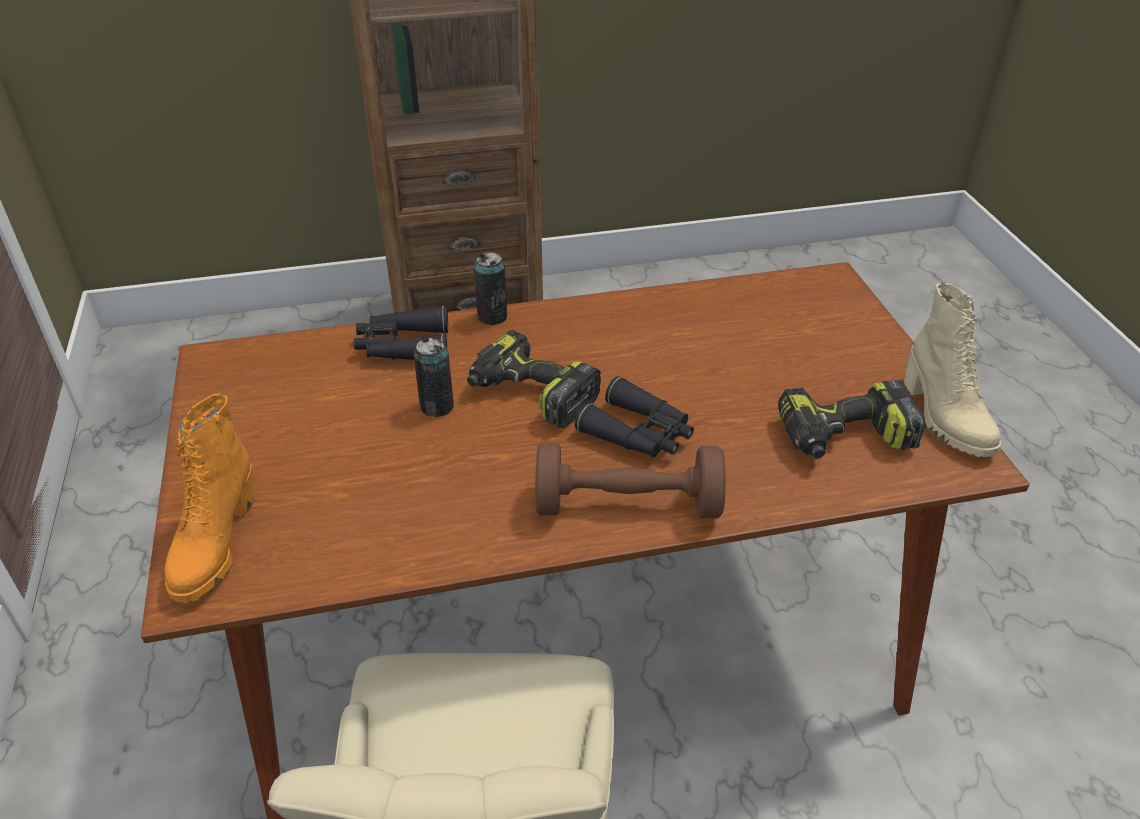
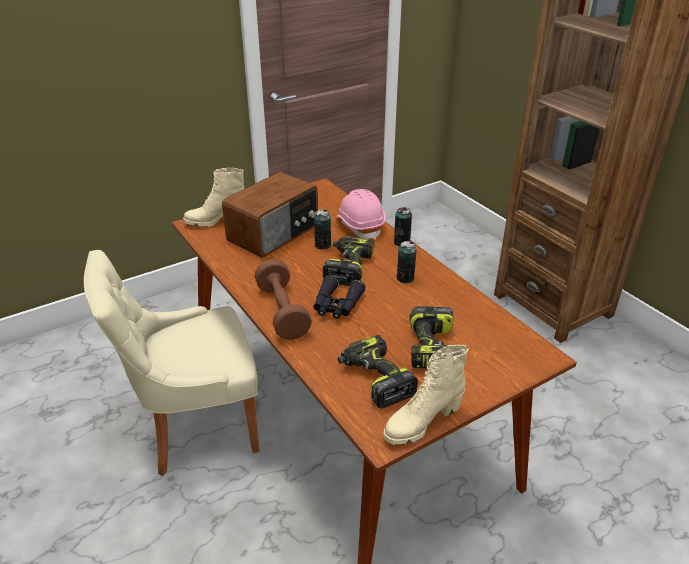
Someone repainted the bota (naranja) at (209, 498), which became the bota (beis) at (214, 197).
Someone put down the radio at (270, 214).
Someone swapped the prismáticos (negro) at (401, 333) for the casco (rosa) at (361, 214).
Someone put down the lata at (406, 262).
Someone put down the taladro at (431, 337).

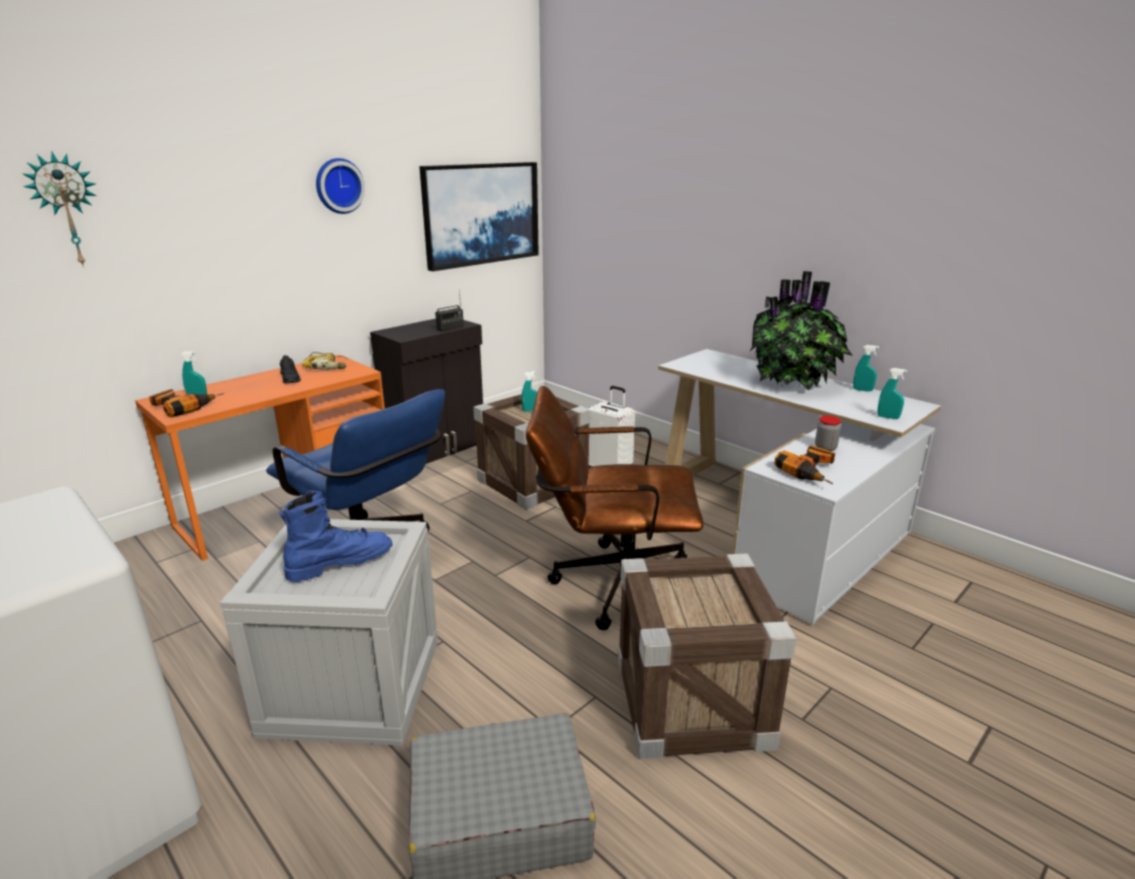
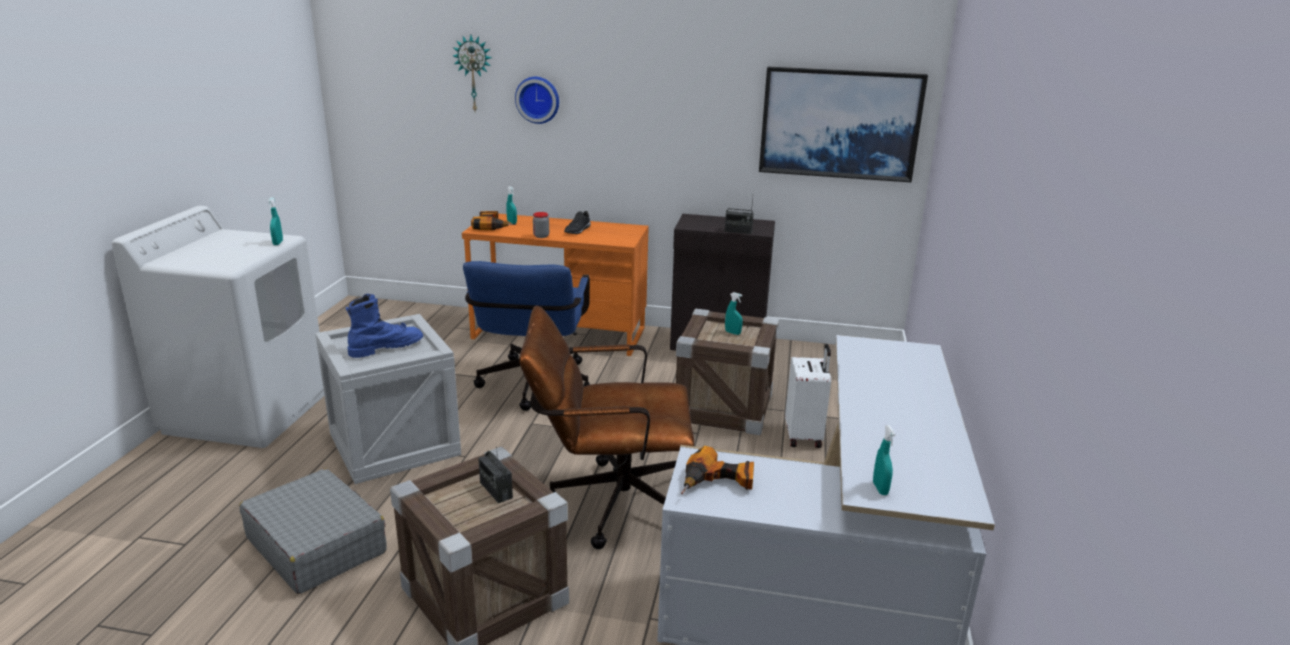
Someone carried the pulverizador (turquesa) from (866, 368) to (275, 221).
Someone rotated the bota (azul) at (335, 536) by 60 degrees counterclockwise.
Someone put down the radio at (495, 474).
Someone carried the reloj de pared from (340, 186) to (537, 100).
Someone rotated the silla de oficina (marrón) at (614, 508) by 60 degrees counterclockwise.
Someone carried the tarro from (828, 433) to (541, 225).
Someone took away the taladro at (325, 361).
Someone took away the planta en maceta at (801, 330).

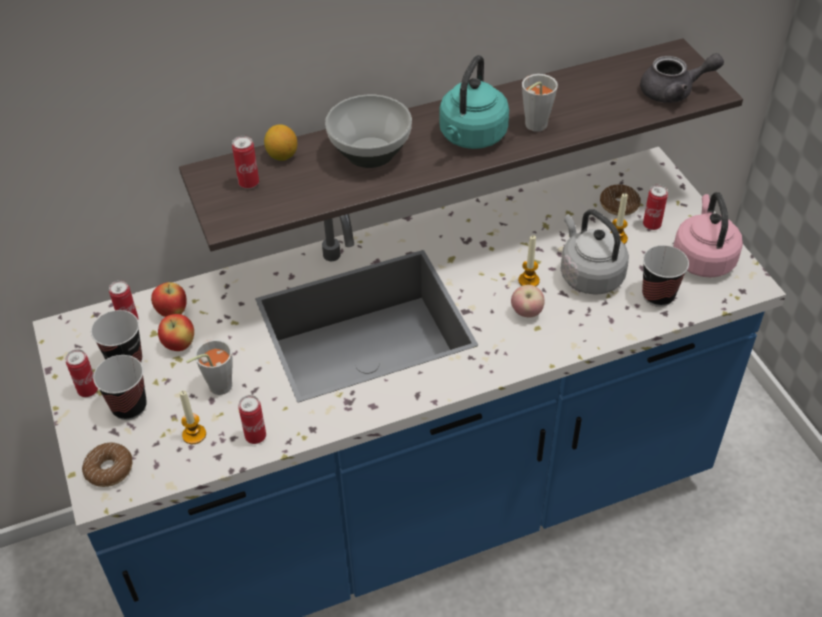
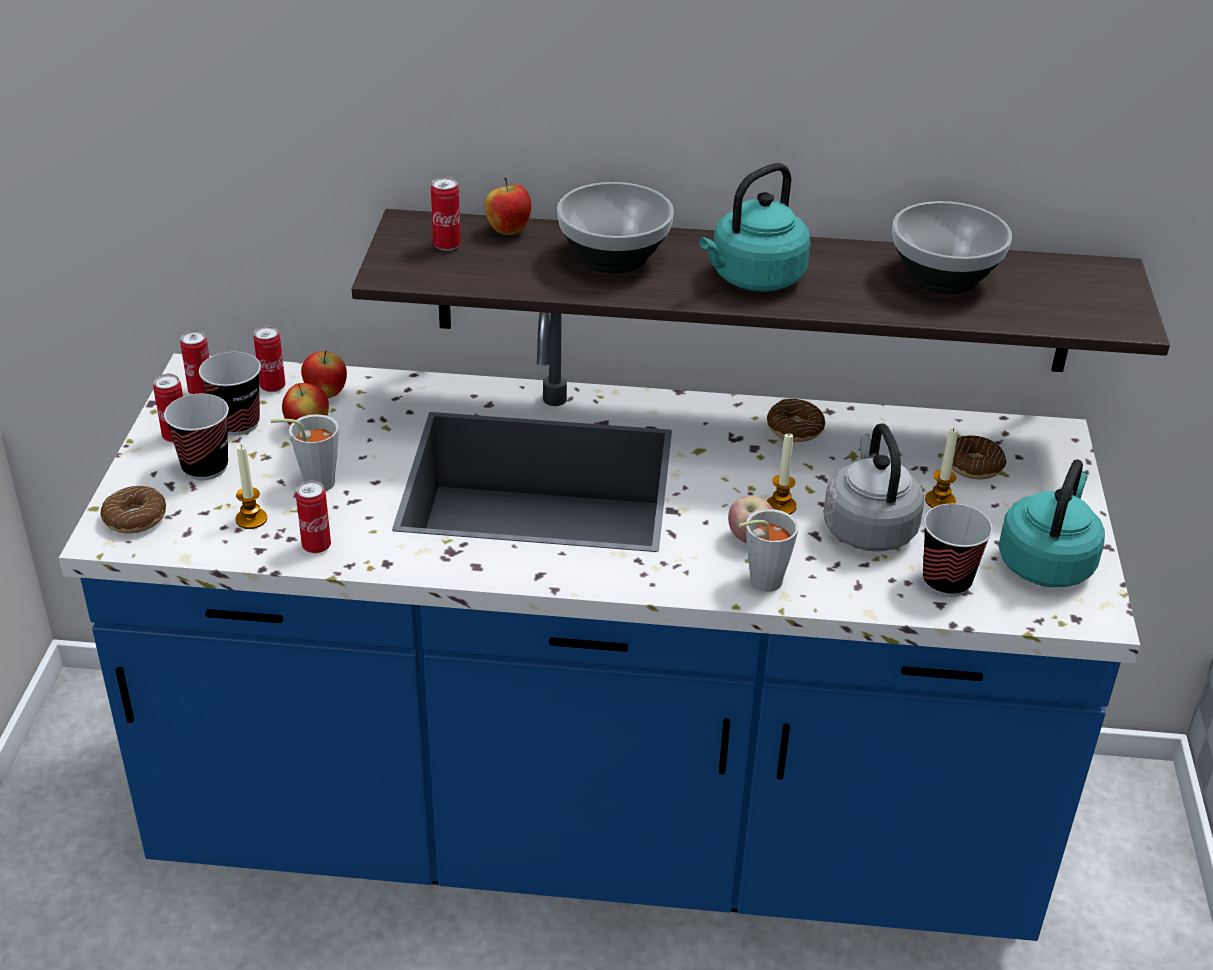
Someone carried the lata from (655, 207) to (195, 362).
Someone swapped the limón at (280, 142) for the manzana at (508, 206).
Someone carried the taza (gris) from (540, 103) to (768, 550).
Someone put down the rosquilla at (796, 420).
Someone put down the cuenco at (952, 247).
Someone repainted the hervidor (rosa) at (708, 235), which became the hervidor (turquesa) at (1052, 523).
Someone took away the tetera (gris) at (682, 78).

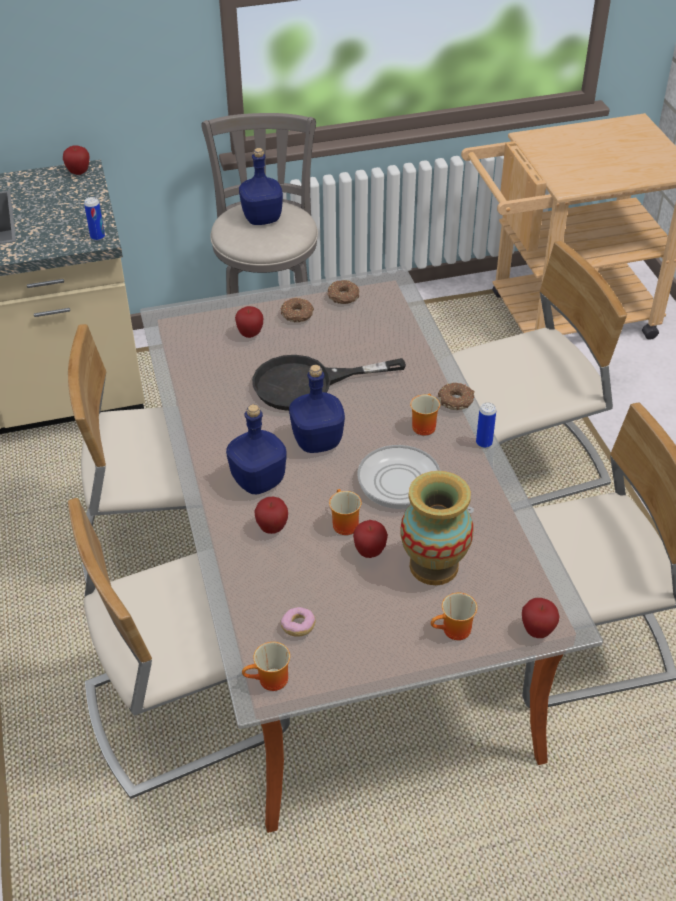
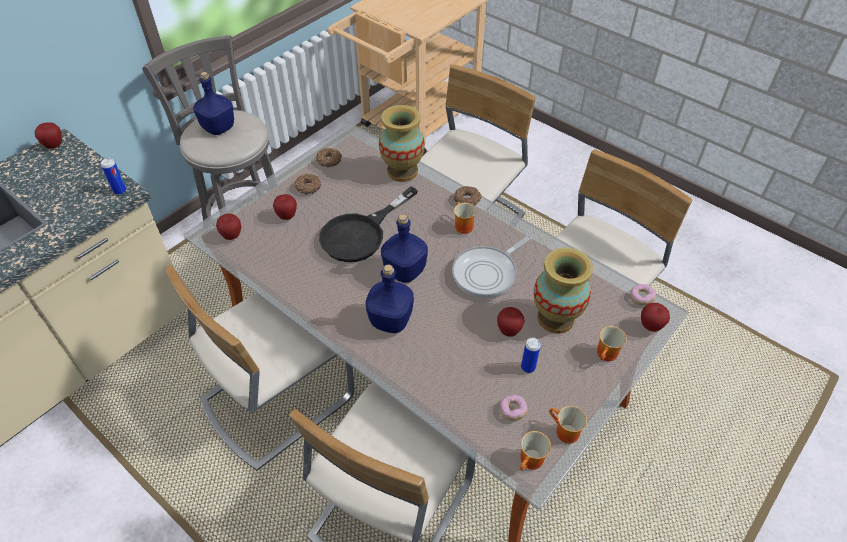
Someone carried the manzana from (271, 515) to (228, 226).
Someone put down the florero at (402, 143).
Someone rotated the sartén at (415, 479) by 45 degrees counterclockwise.
Someone carried the lata from (486, 425) to (531, 355).
Someone carried the taza grande from (345, 512) to (568, 425).
Someone put down the rosquilla at (643, 294).

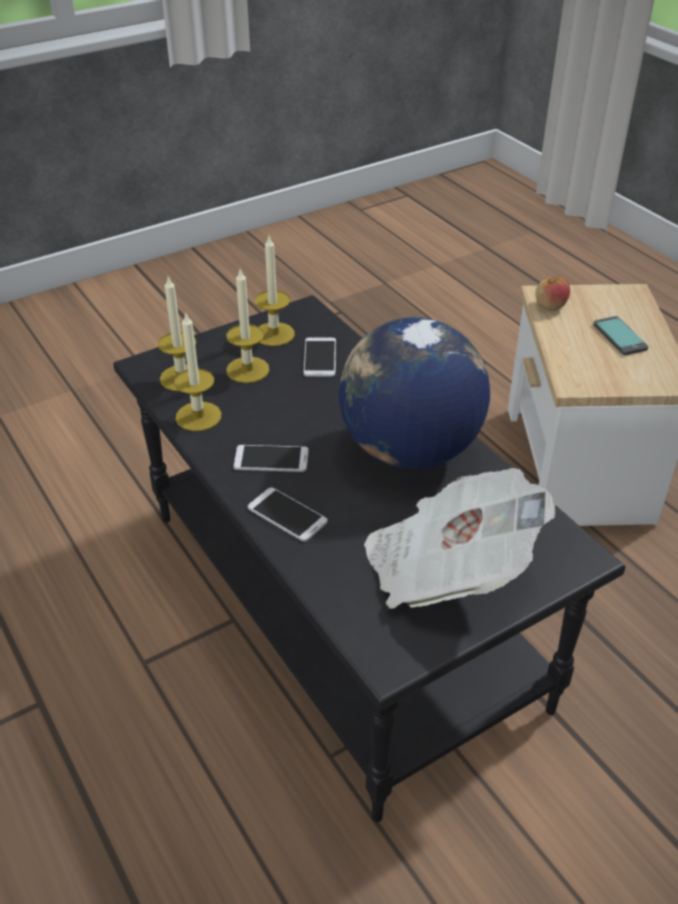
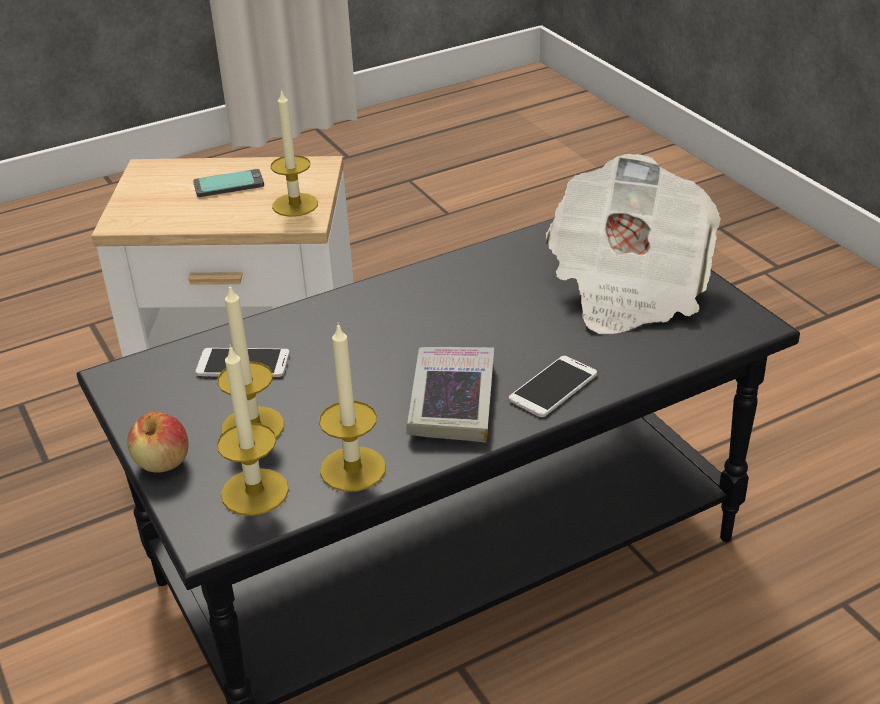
Someone carried the manzana from (553, 294) to (158, 442).
Someone carried the vela from (275, 291) to (294, 153).
Someone swapped the móvil at (271, 458) for the libro at (450, 395).
Someone took away the globo terráqueo at (414, 393).

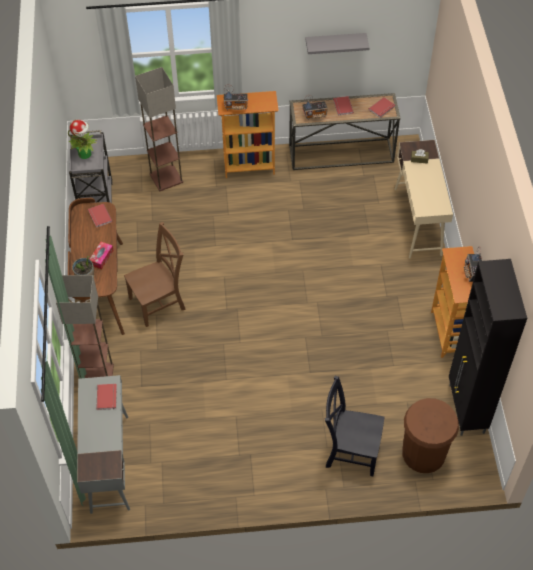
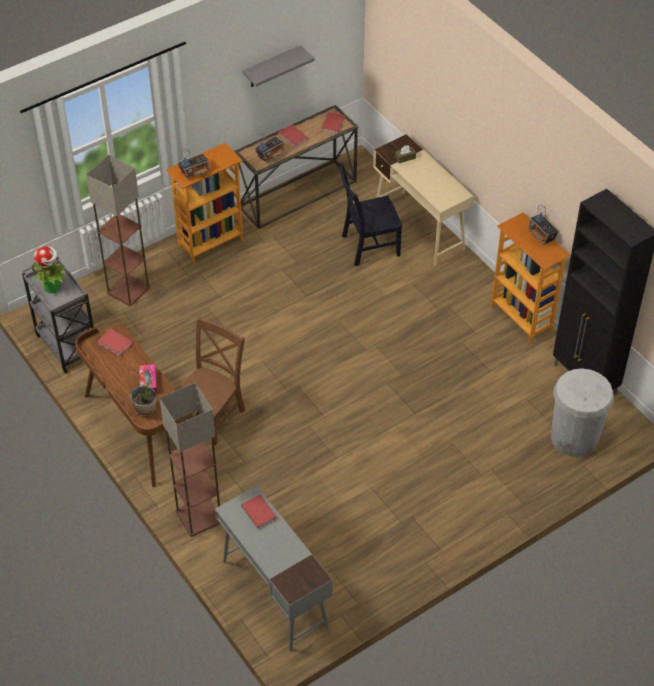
Someone carried the silla (negro) from (355, 425) to (370, 214).
Someone repainted the papelera (marrón) at (430, 435), which became the papelera (blanco) at (582, 412).

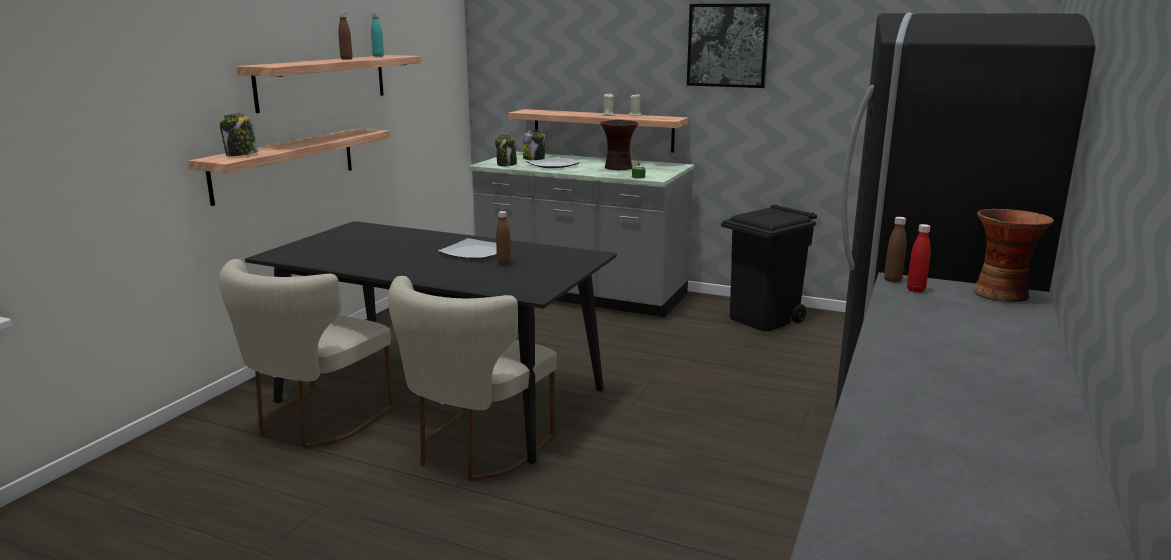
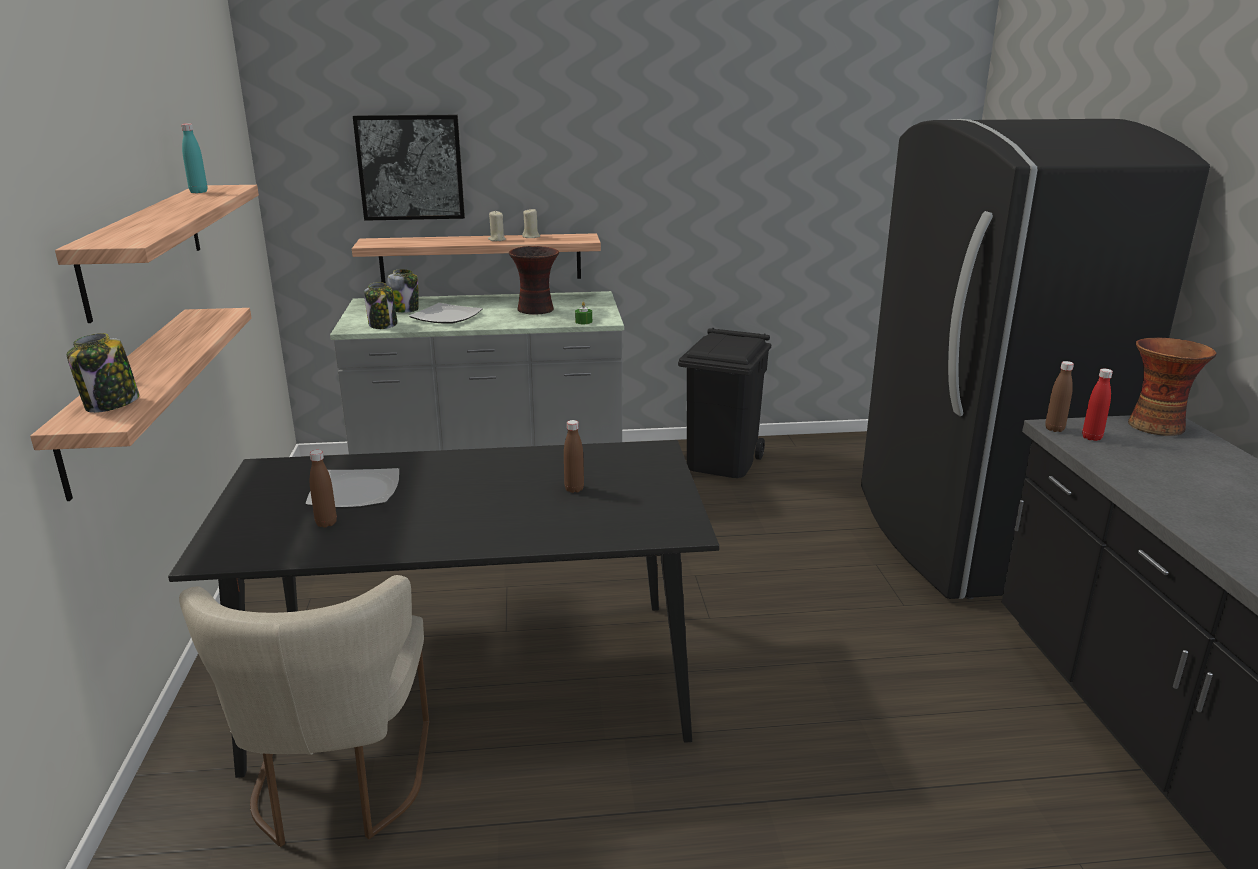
Someone carried the plato from (467, 248) to (352, 488).
Someone carried the botella (marrón) from (345, 36) to (323, 489).
Someone carried the cuadro from (729, 46) to (409, 168).
Someone took away the silla (beis) at (472, 378).

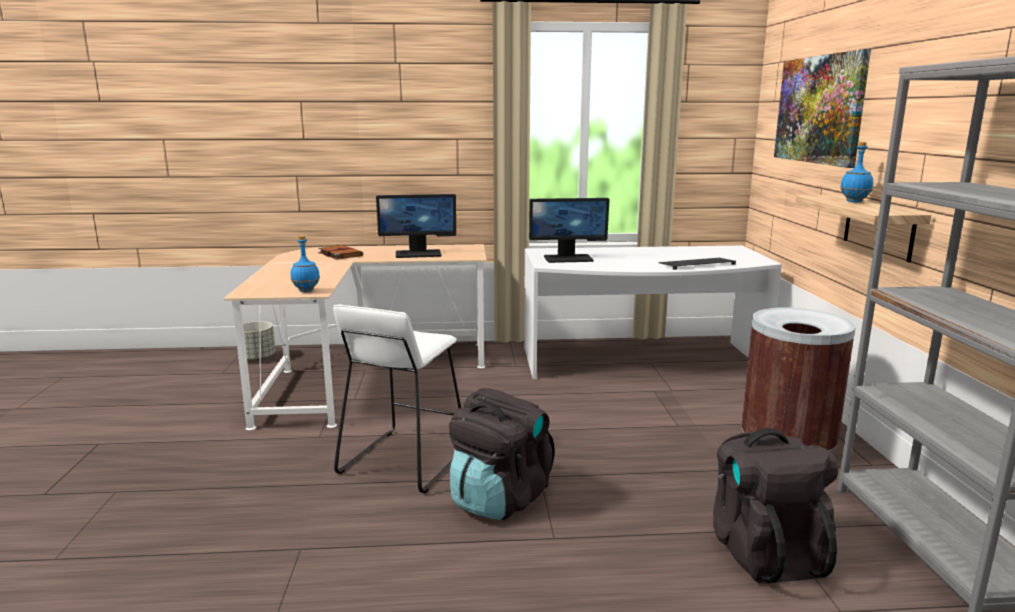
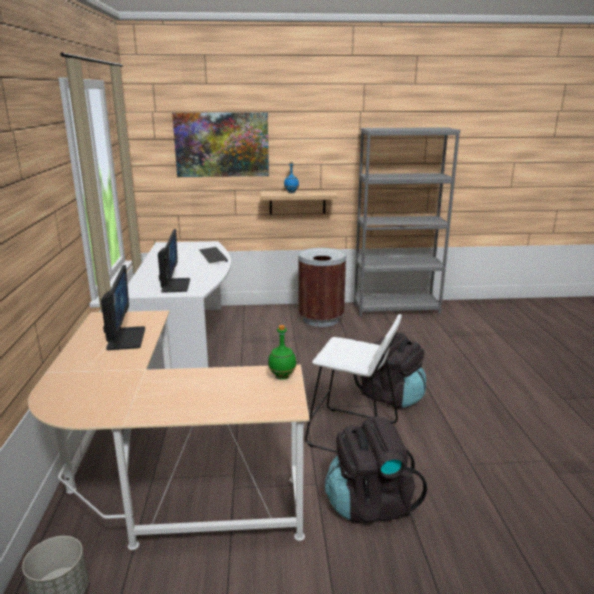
Someone repainted the botella (azul) at (305, 264), which became the botella (verde) at (282, 352).
Someone carried the mochila (negro) from (775, 506) to (376, 469).
Someone took away the libro (marrón) at (340, 252).

